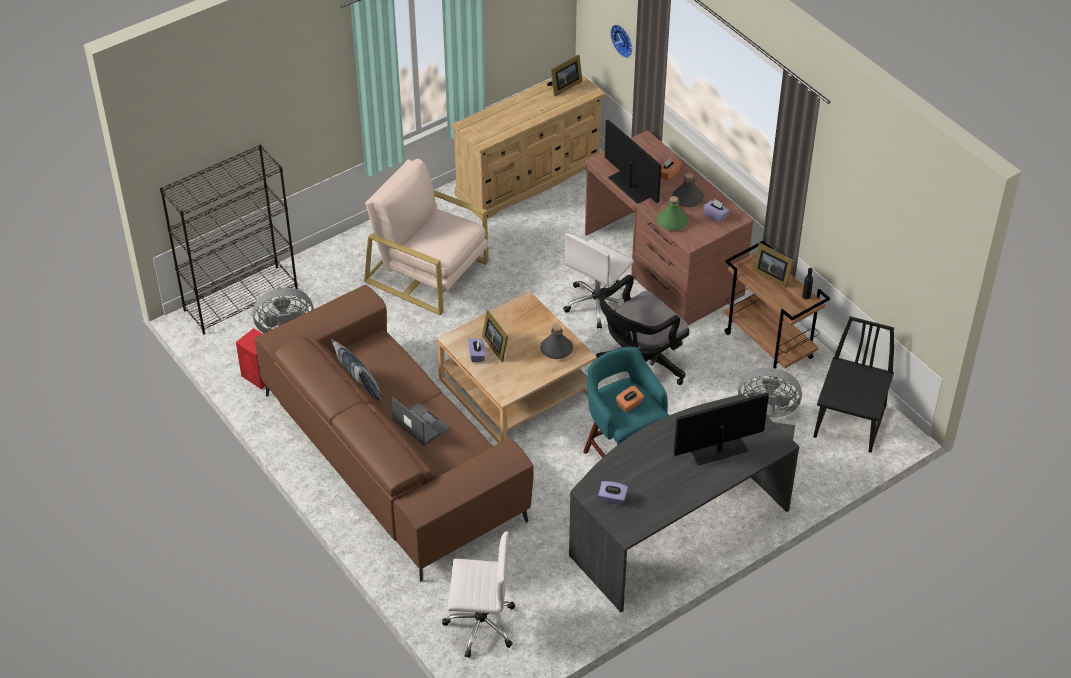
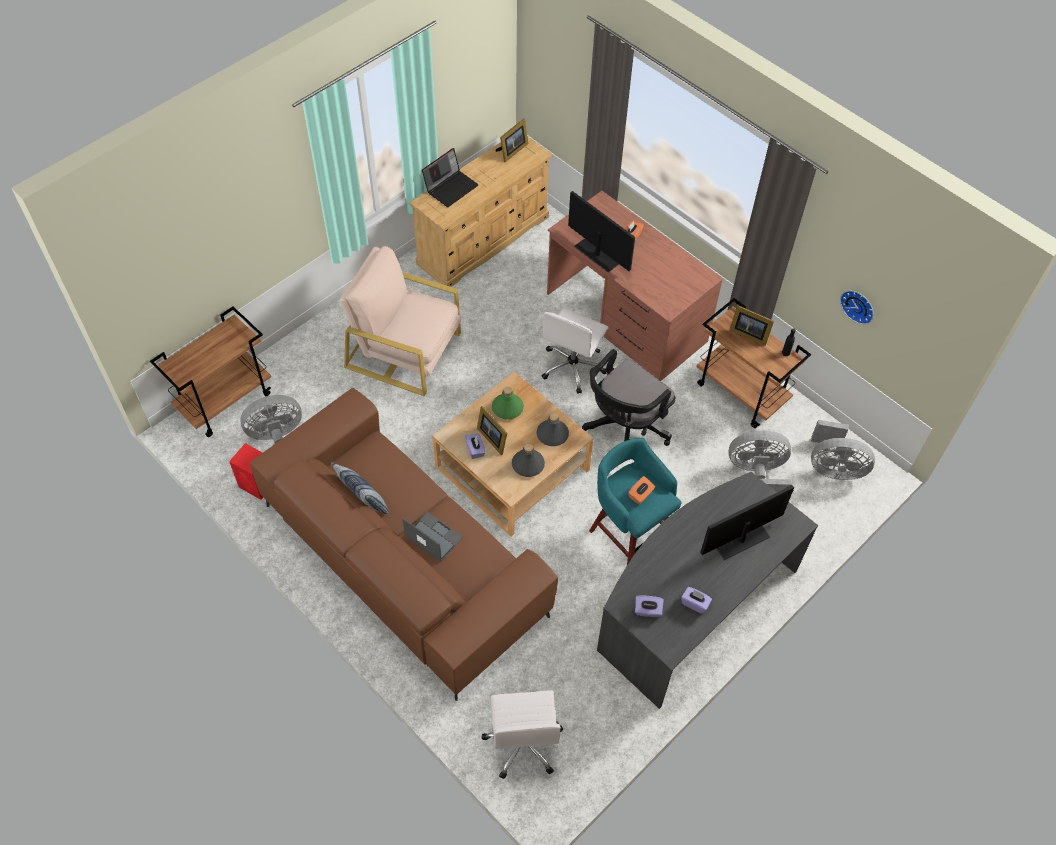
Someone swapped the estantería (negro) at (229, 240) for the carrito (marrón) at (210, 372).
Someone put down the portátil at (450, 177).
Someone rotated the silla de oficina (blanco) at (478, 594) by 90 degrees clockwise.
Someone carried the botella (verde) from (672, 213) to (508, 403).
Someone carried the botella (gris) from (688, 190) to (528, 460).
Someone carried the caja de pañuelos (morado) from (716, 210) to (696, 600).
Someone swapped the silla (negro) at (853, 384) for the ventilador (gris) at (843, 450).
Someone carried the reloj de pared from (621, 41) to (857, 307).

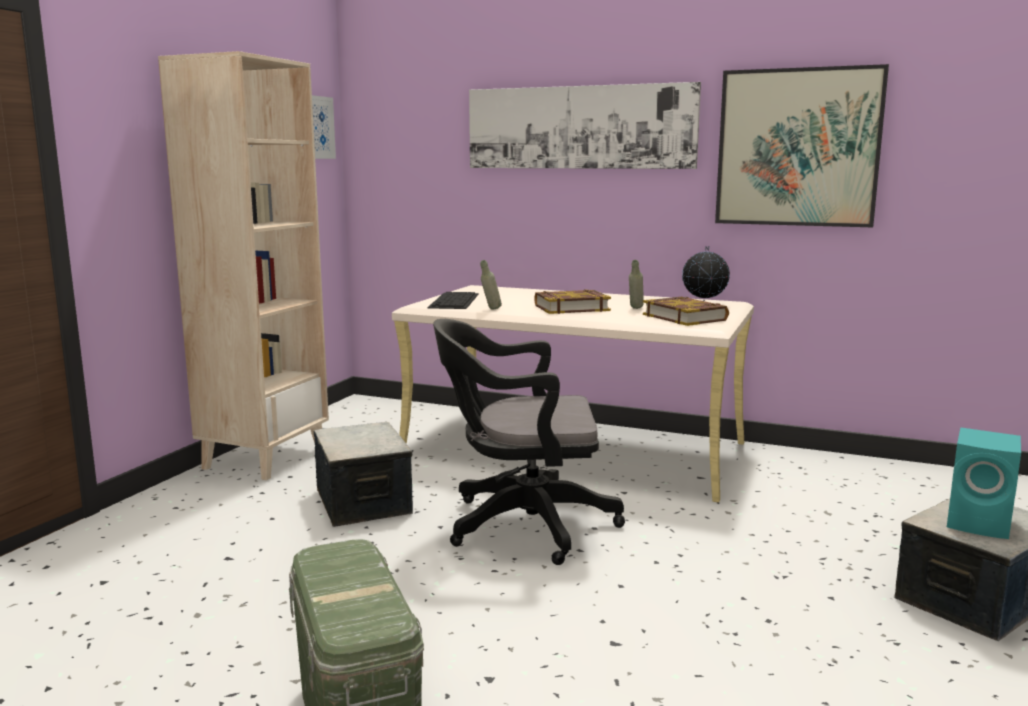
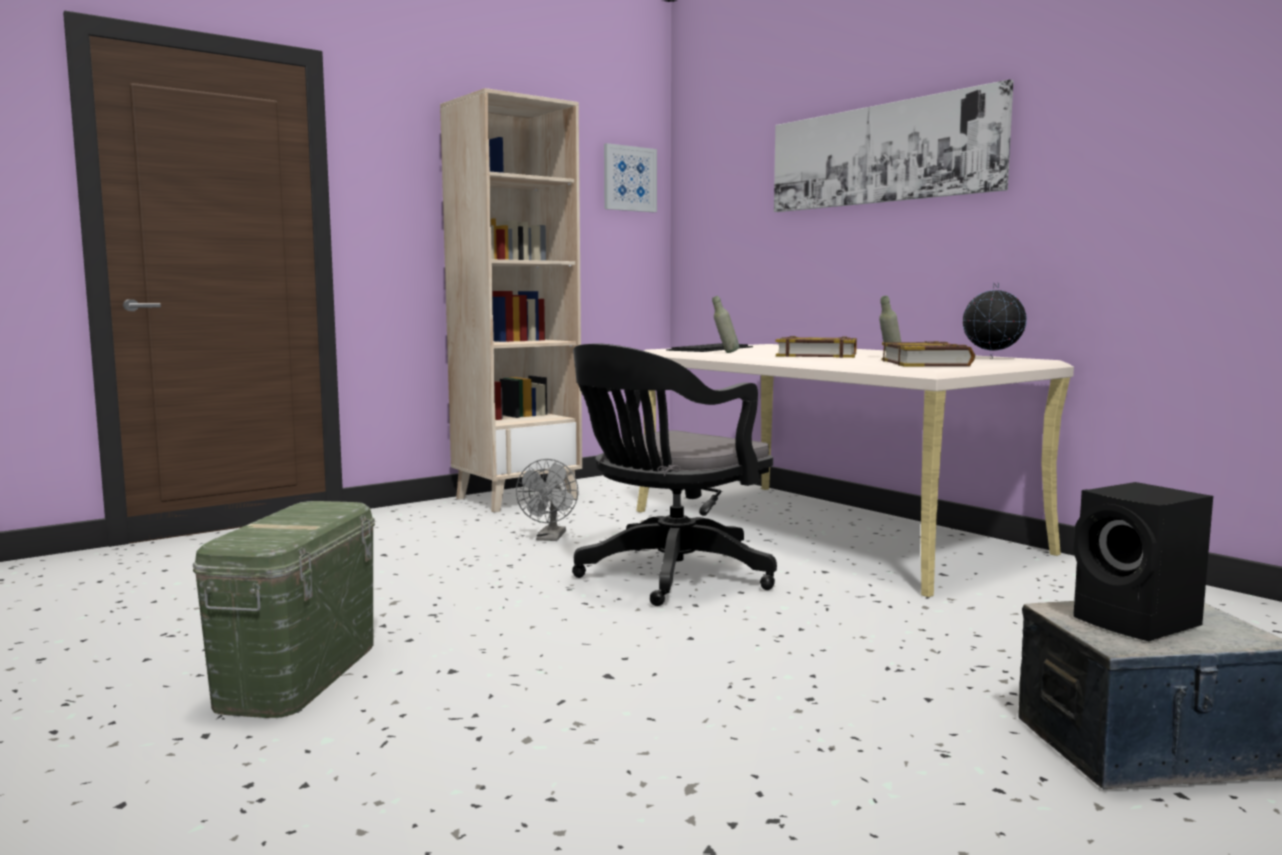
Someone swapped the caja de almacenaje at (363, 474) for the ventilador (gris) at (547, 500).
Someone rotated the silla de oficina (negro) at (529, 442) by 75 degrees counterclockwise.
Someone repainted the altavoz (turquesa) at (984, 483), which became the altavoz (negro) at (1143, 561).
Someone took away the cuadro at (802, 145).

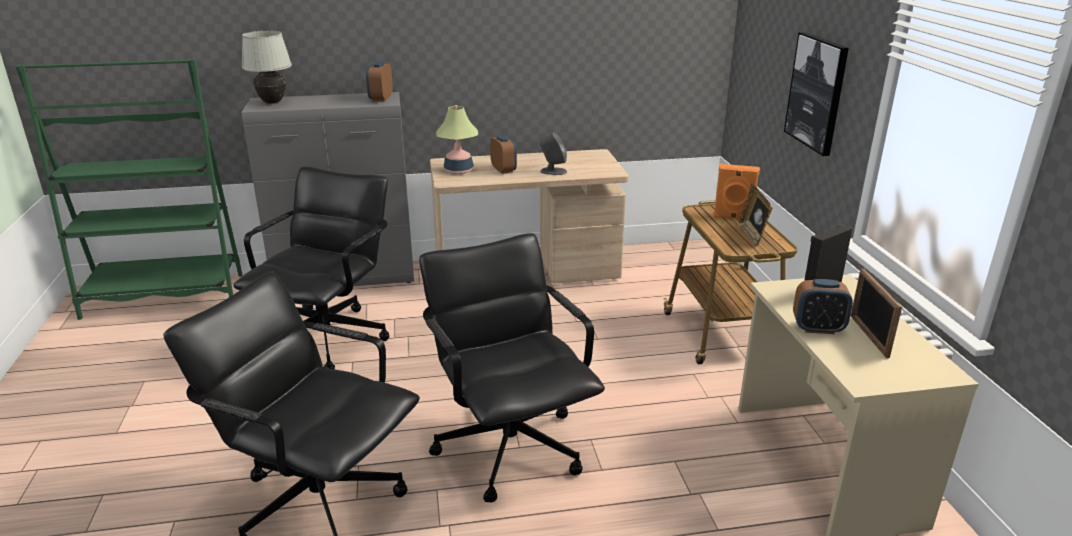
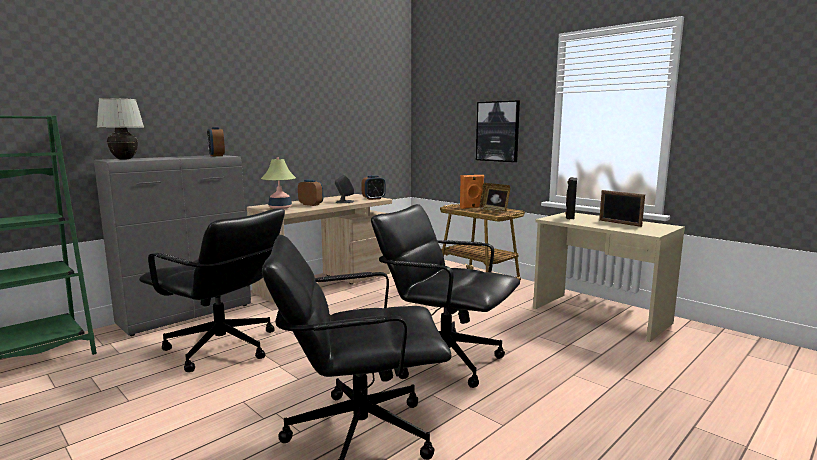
Someone rotated the silla de oficina (negro) at (311, 267) by 135 degrees clockwise.
Someone carried the despertador from (823, 306) to (373, 187).

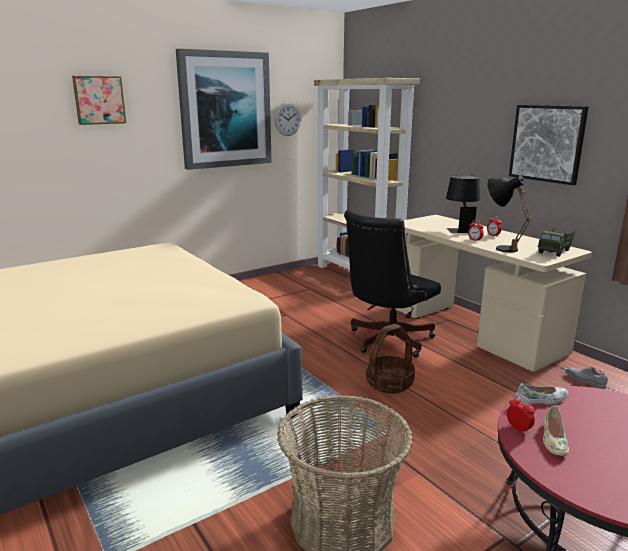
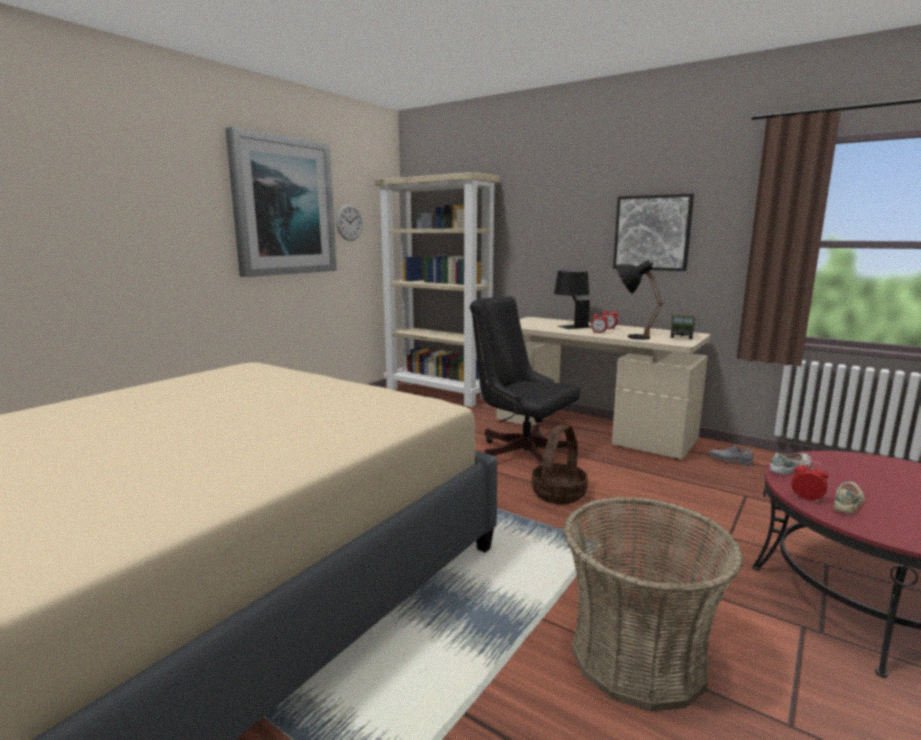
Someone rotated the silla de oficina (negro) at (392, 284) by 105 degrees clockwise.
Someone rotated the zapato (beis) at (556, 431) by 135 degrees counterclockwise.
Someone took away the cuadro at (99, 100).

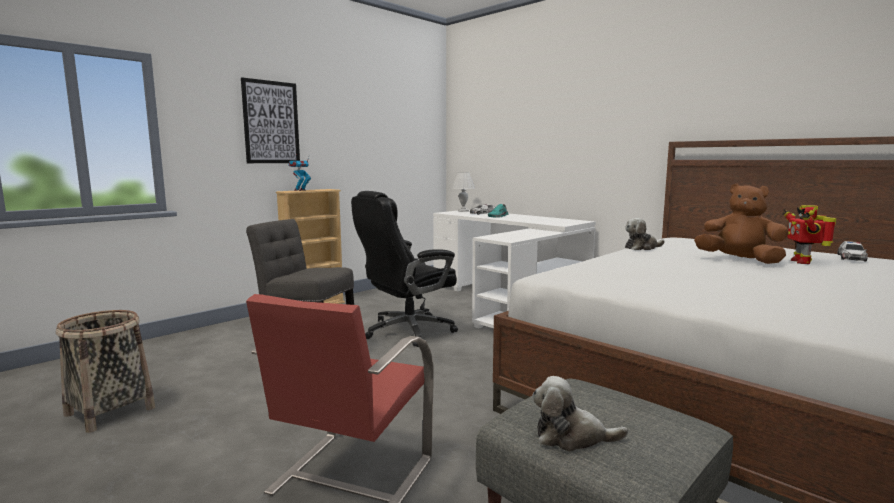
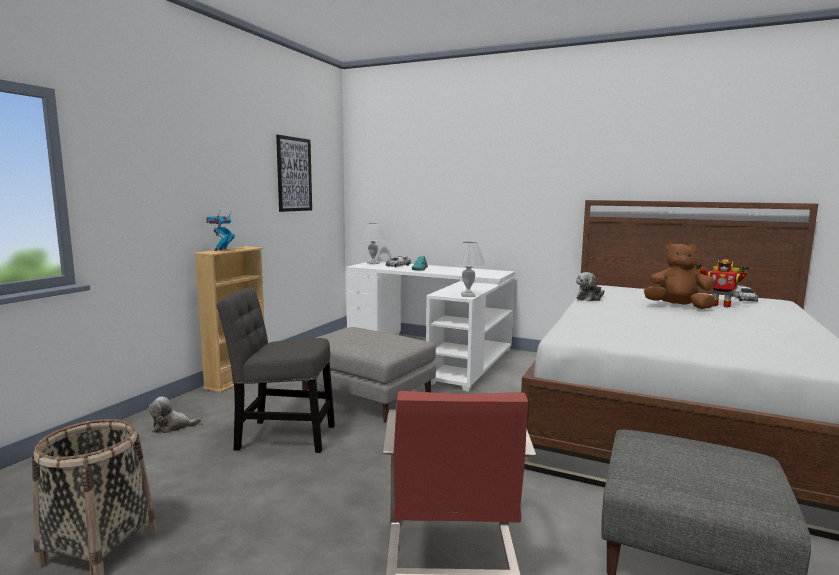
Someone carried the peluche from (580, 414) to (174, 414).
Someone carried the cuadro from (270, 120) to (294, 173).
Someone swapped the silla de oficina (negro) at (404, 269) for the puf (gris) at (369, 374).
Someone put down the lámpara de mesa (blanco) at (469, 269).
Someone rotated the robot de juguete at (810, 234) by 45 degrees counterclockwise.

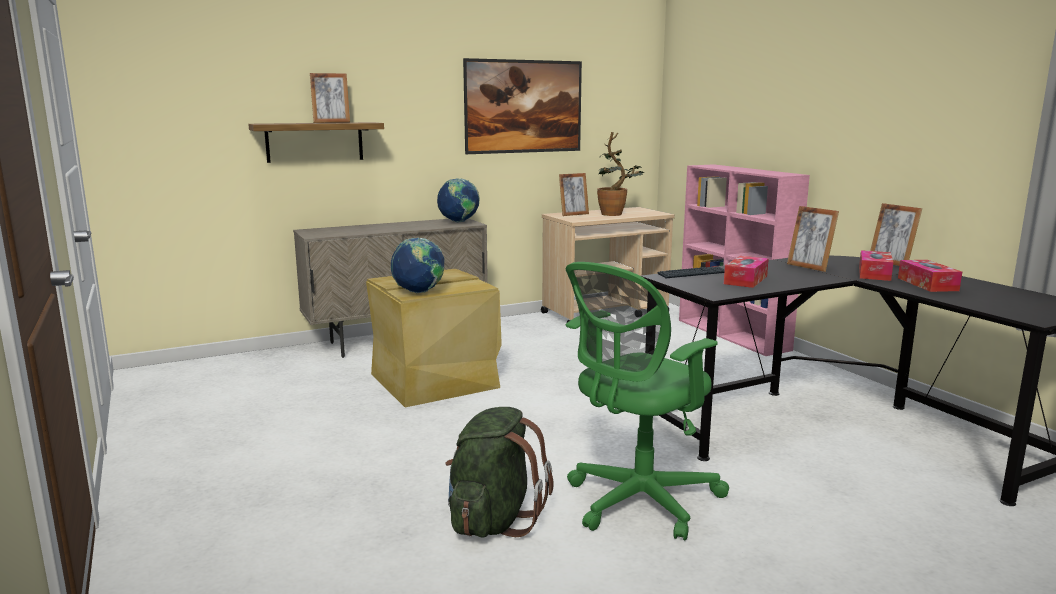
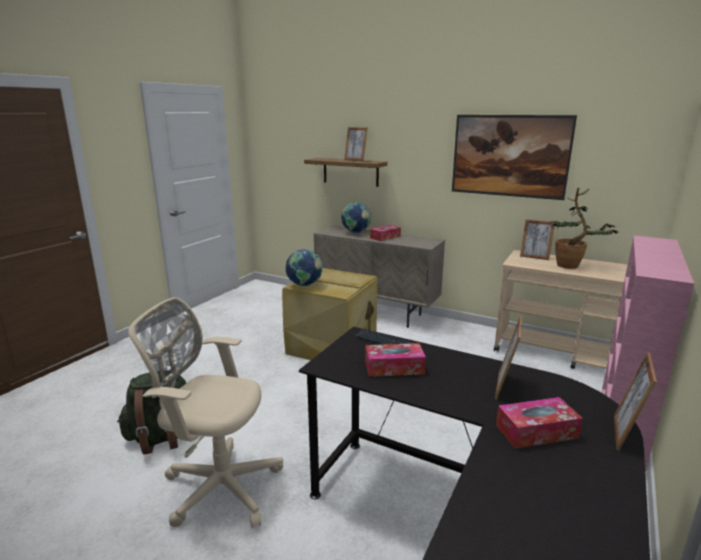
Someone repainted the silla de oficina (verde) at (647, 401), which became the silla de oficina (beis) at (205, 412).
Someone carried the globo terráqueo from (458, 200) to (356, 217).
Someone carried the caja de pañuelos from (930, 276) to (385, 233).

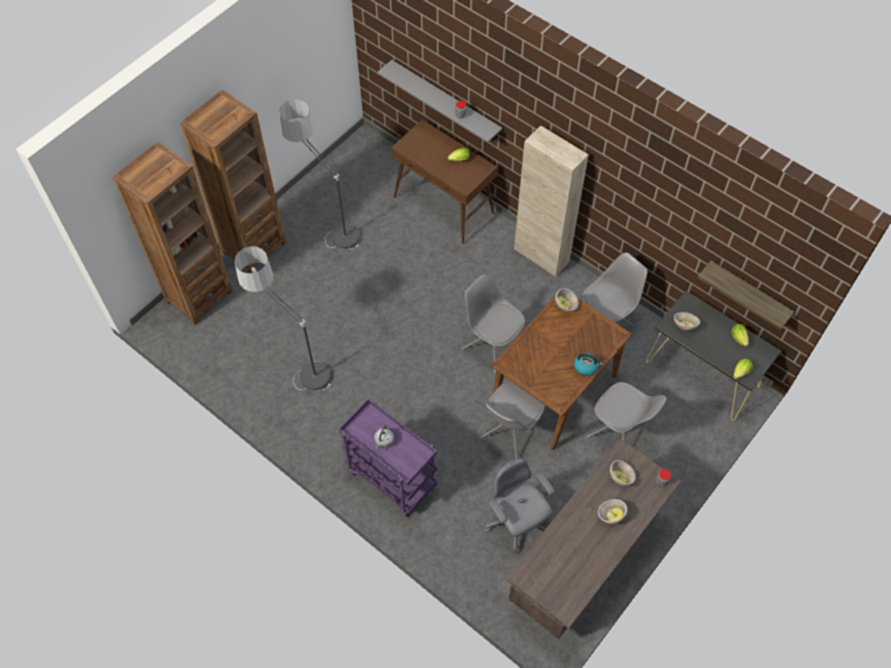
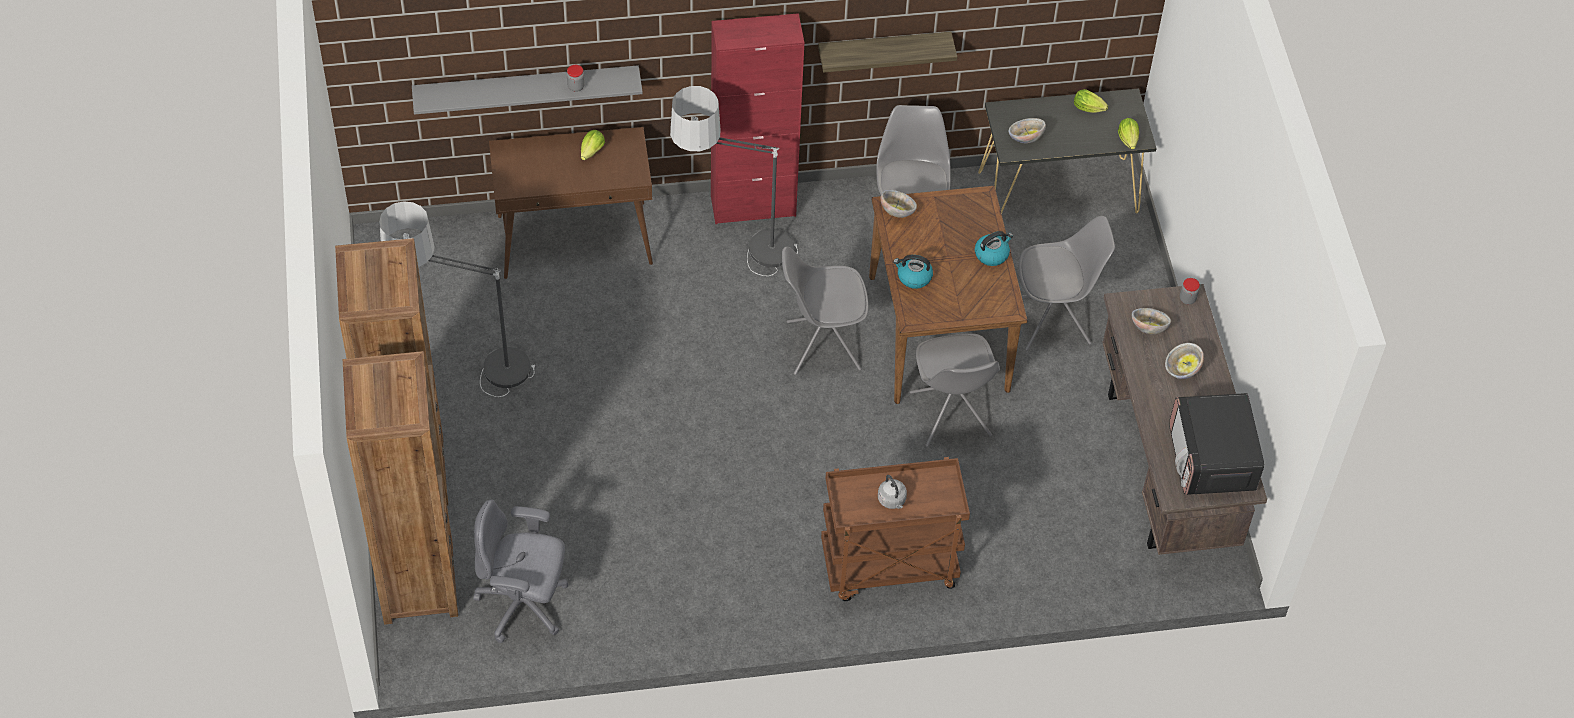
Someone carried the silla de oficina (gris) from (520, 505) to (521, 571).
Someone carried the lámpara de pie from (282, 318) to (734, 181).
Someone repainted the armario (beis) at (551, 201), which became the armario (rojo) at (757, 118).
Someone carried the estante from (745, 295) to (887, 52).
Someone repainted the carrito (morado) at (388, 457), which became the carrito (marrón) at (895, 529).
Someone put down the hervidor at (913, 272).
Someone put down the microondas at (1216, 444).

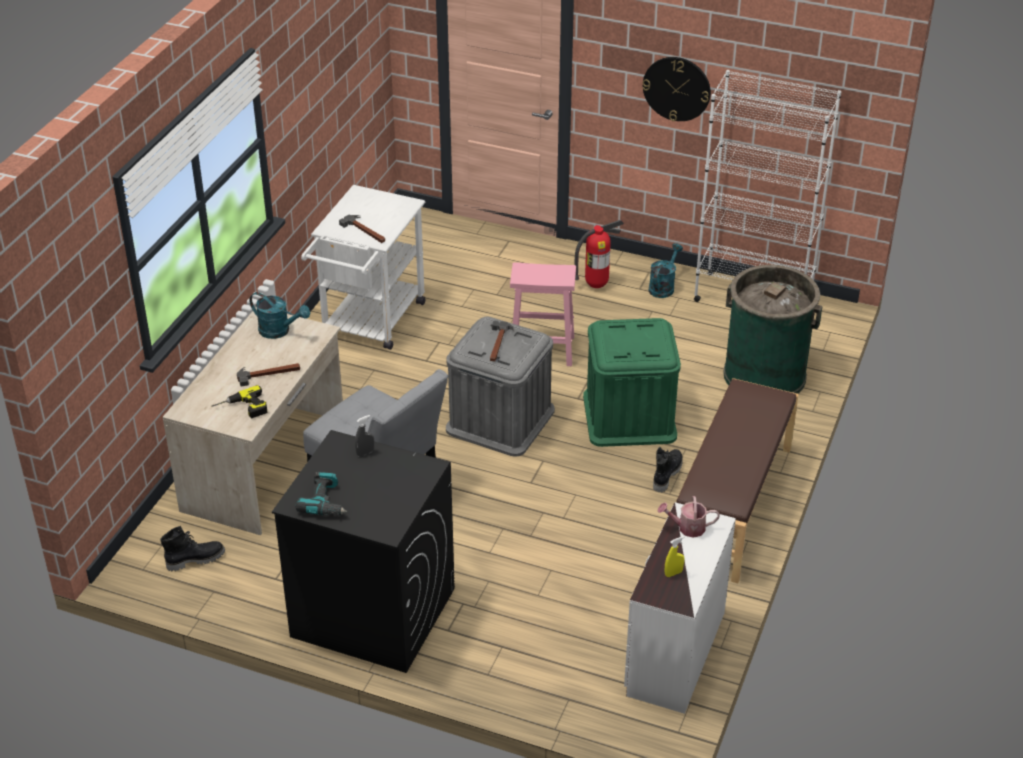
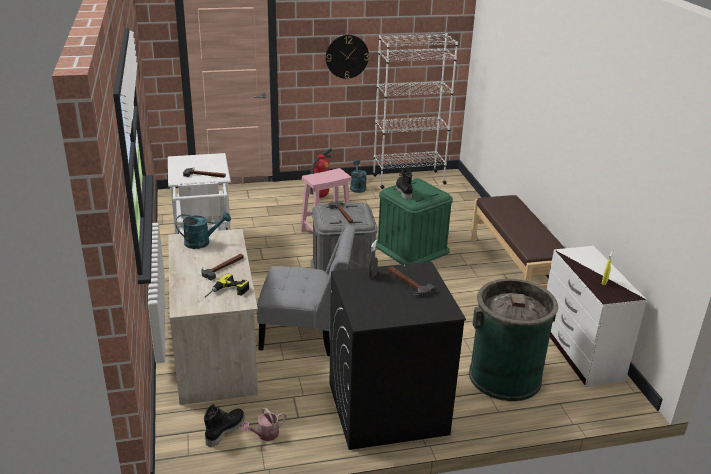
Someone carried the regadera from (689, 517) to (264, 424).
Someone put down the martillo at (411, 282).
Someone carried the bota (negro) from (668, 469) to (404, 184).
Someone carried the papelera (verde) from (772, 329) to (513, 340).
Someone took away the taladro at (321, 494).

